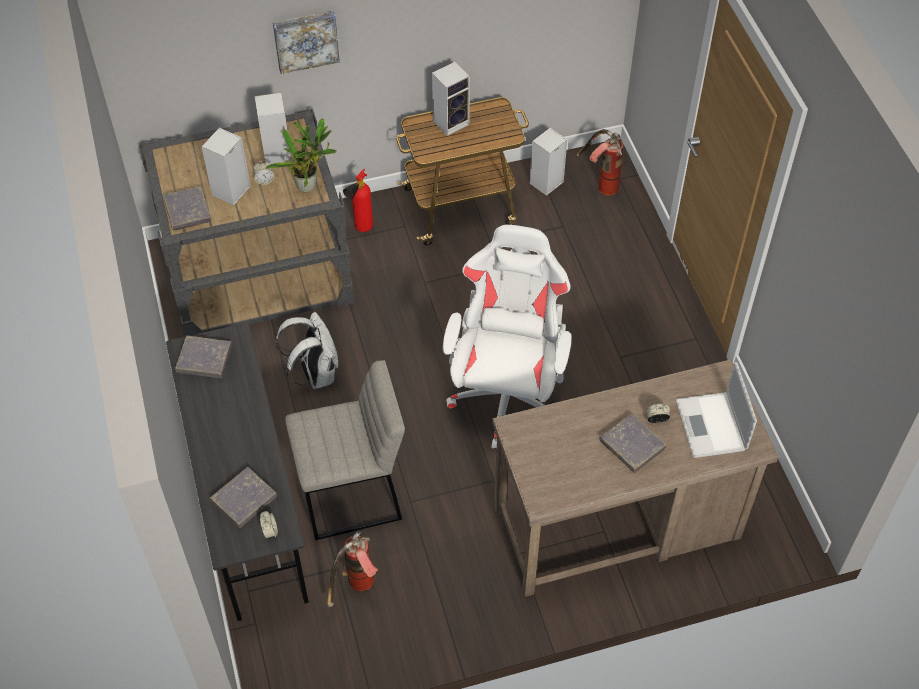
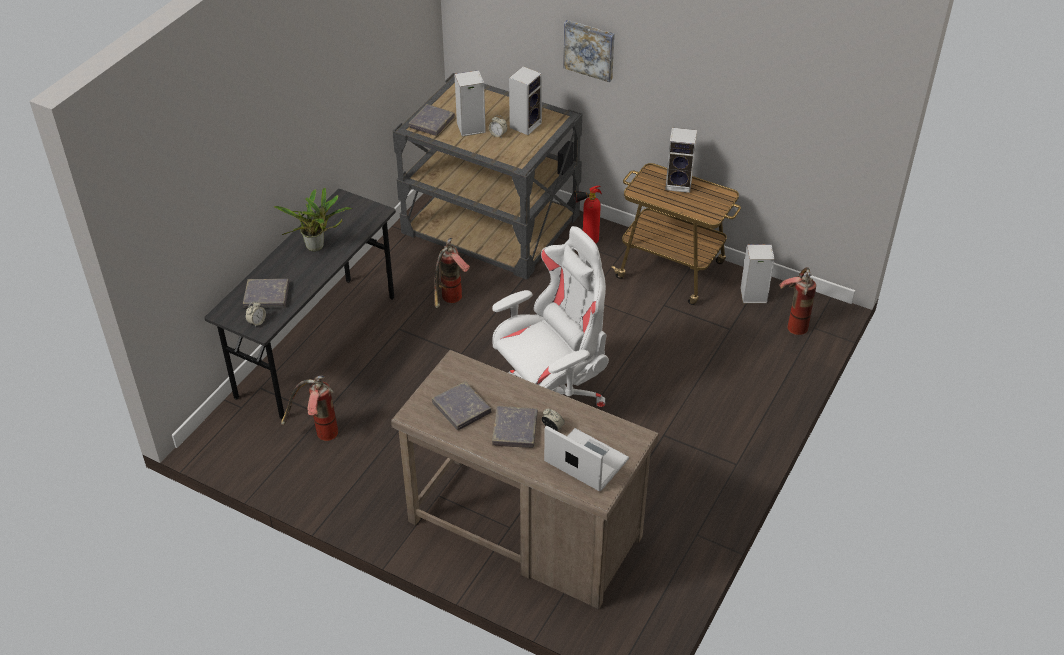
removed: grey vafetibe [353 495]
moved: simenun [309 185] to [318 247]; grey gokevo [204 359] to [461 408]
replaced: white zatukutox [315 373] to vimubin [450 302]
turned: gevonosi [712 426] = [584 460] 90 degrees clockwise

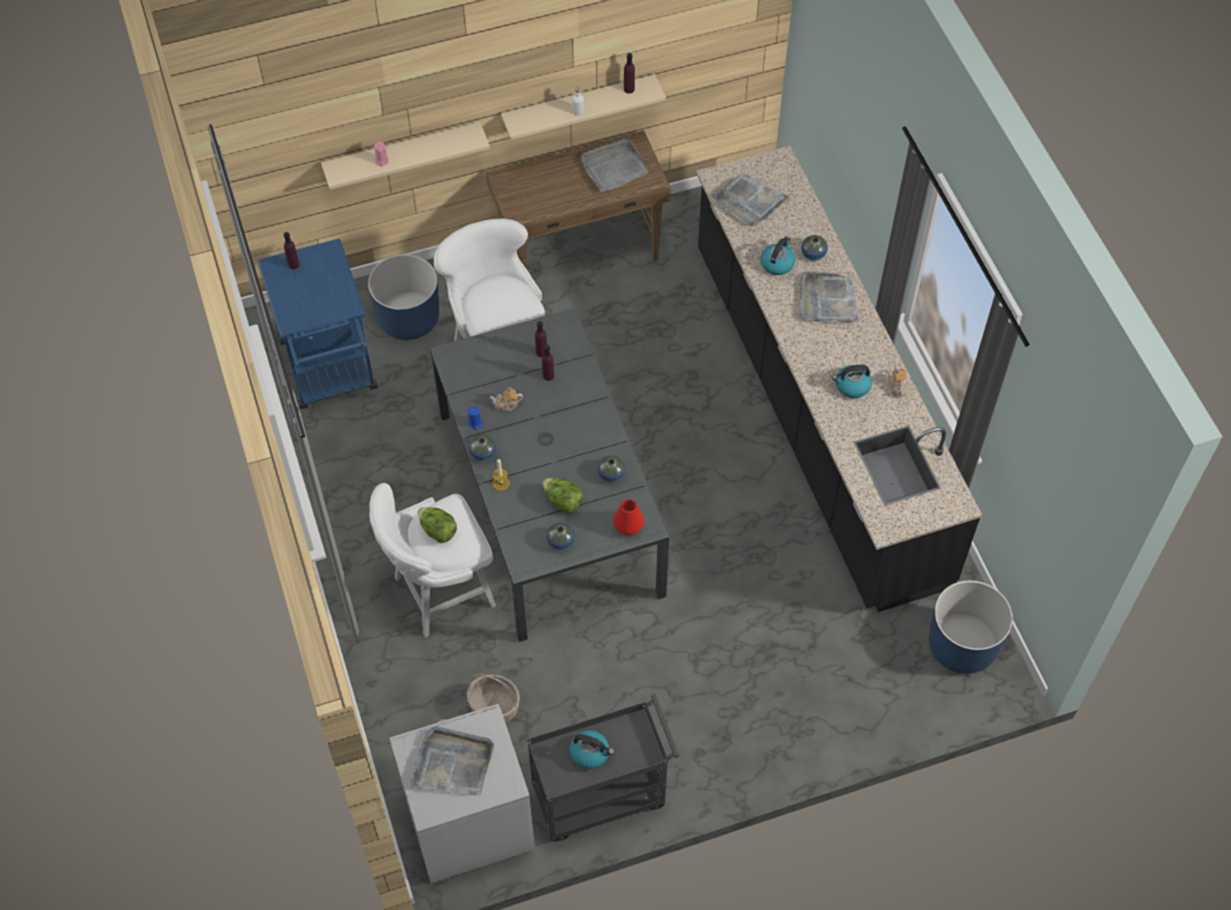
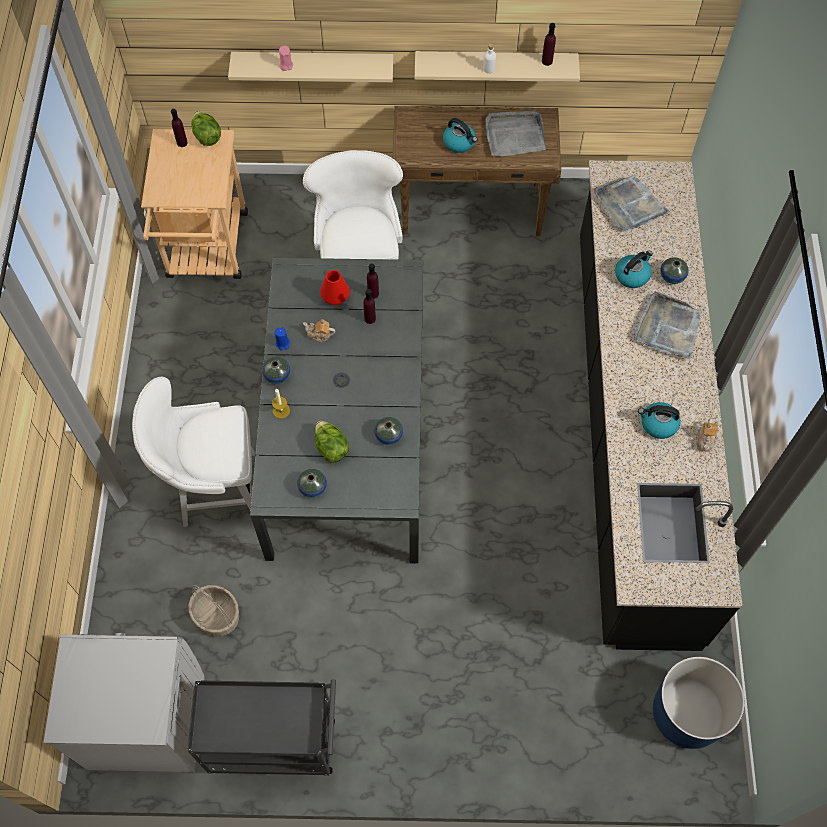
removed: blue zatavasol [408 318]; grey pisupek [452 764]
moved: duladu [438 531] to [207 136]; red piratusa [628 526] to [335 297]; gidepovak [590 753] to [459 143]
recoloured: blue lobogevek [331 372] to beige lobogevek [207 252]

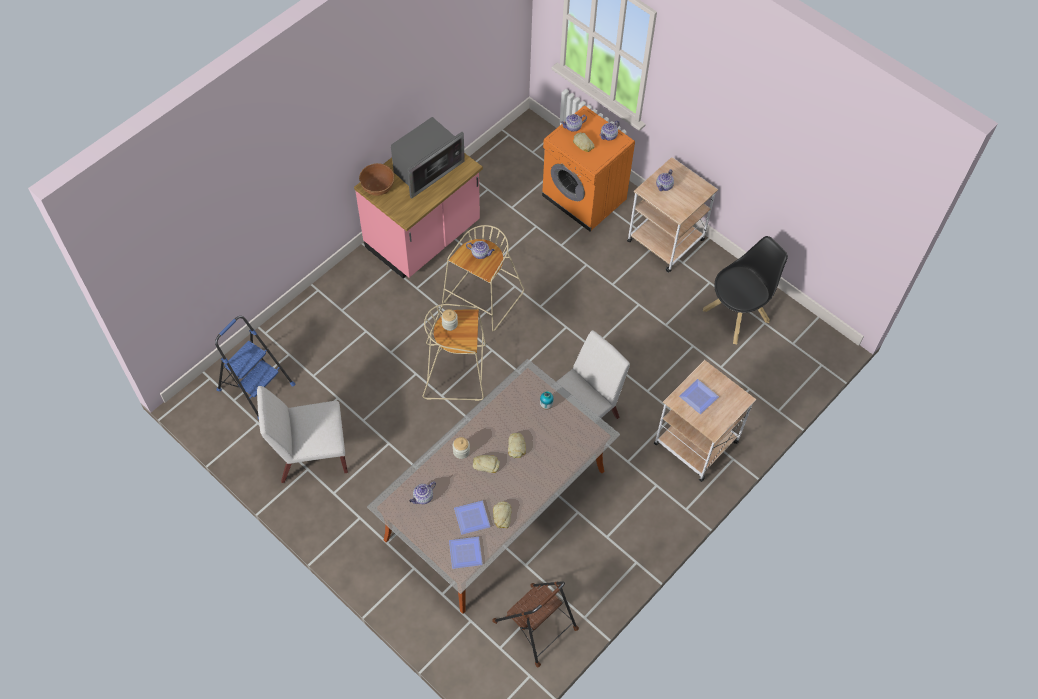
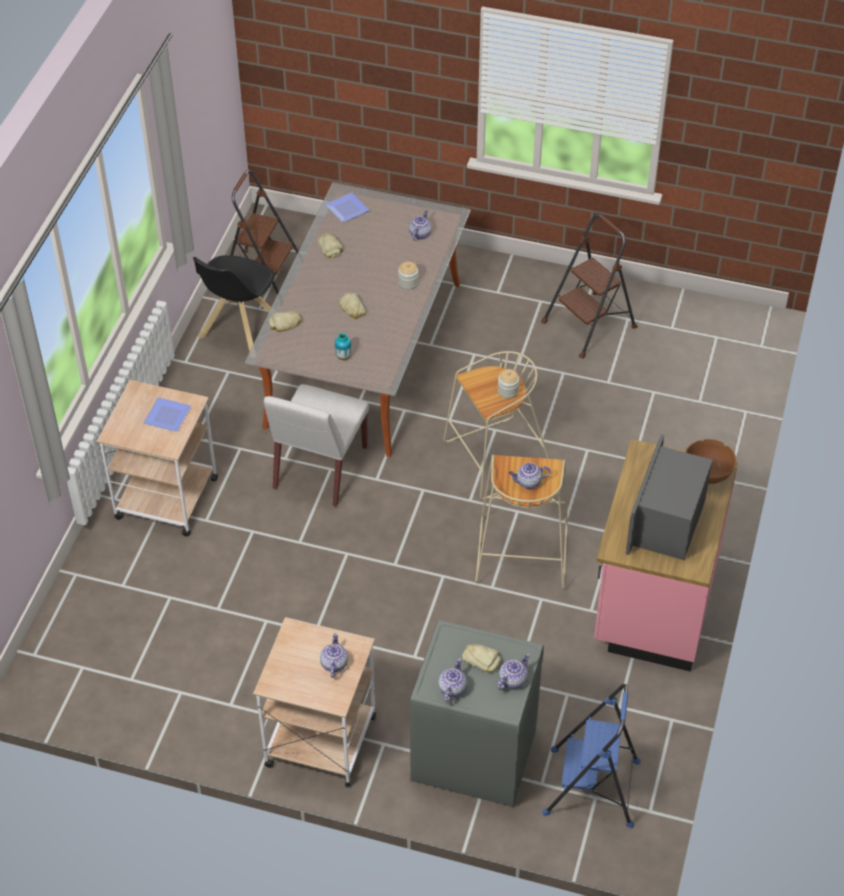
removed: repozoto [471 519]
moved: black vafetibe [737 314] to [239 330]; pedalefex [486 464] to [285 324]; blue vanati [254 385] to [595 787]
replaced: white vafetibe [311 454] to brown vanati [591 323]
recoloured: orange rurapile [583 199] to grey rurapile [474 752]

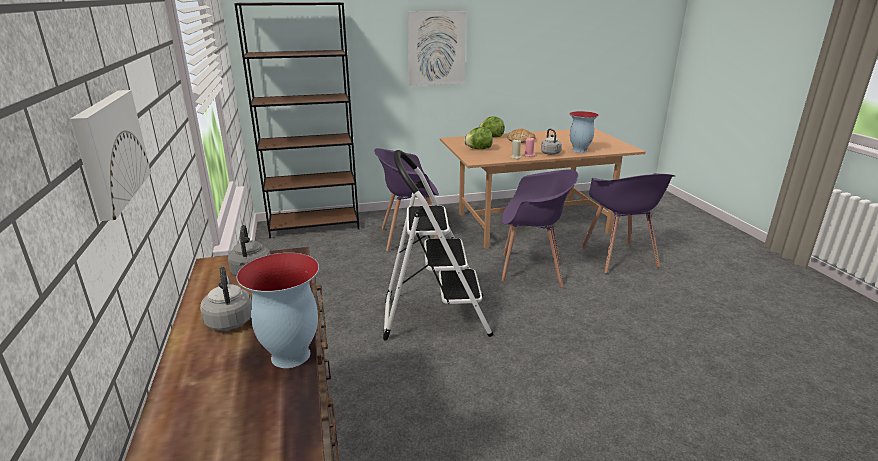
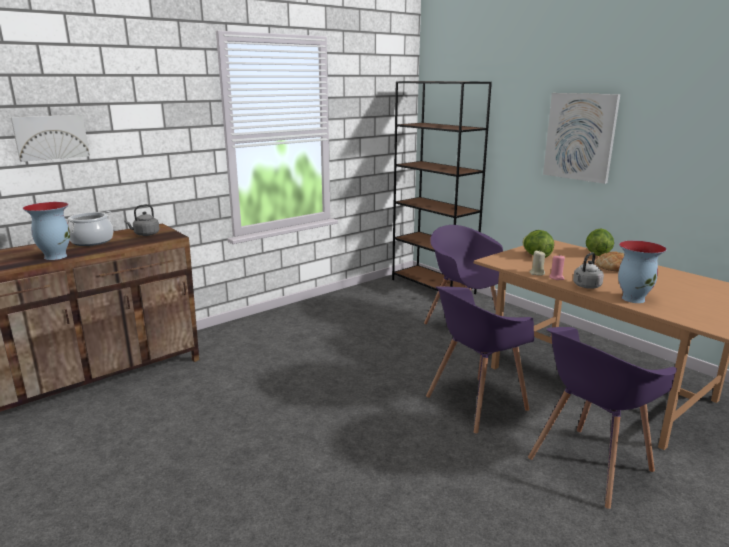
removed: vanati [432 316]
replaced: grey gidepovak [229 320] to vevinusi [92 241]
turned: purple vafetibe [532 270] = [475 404] 75 degrees clockwise

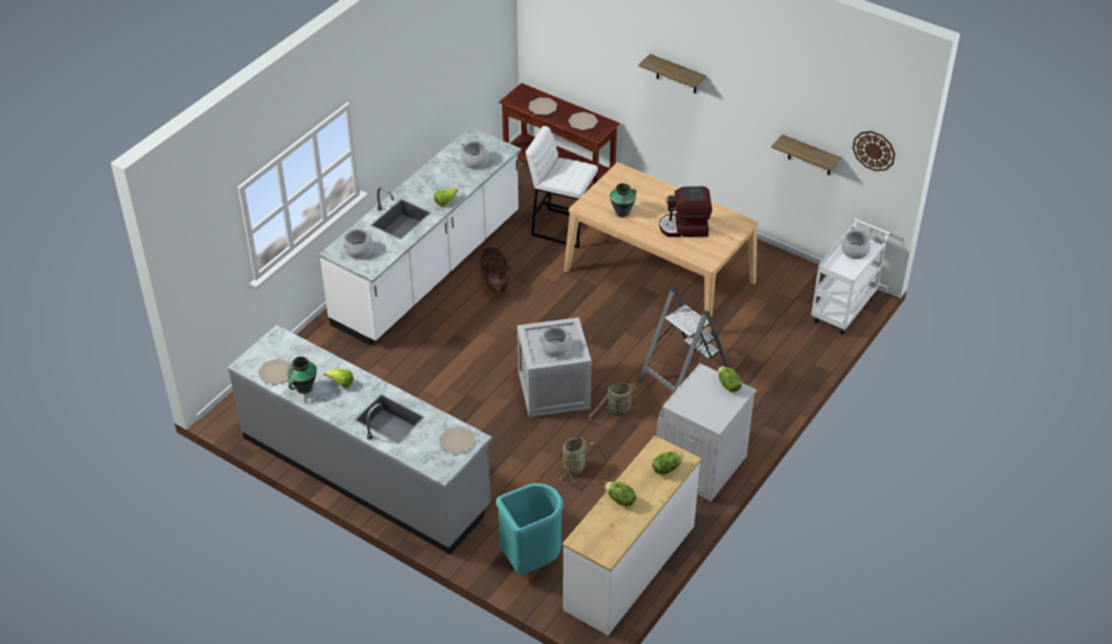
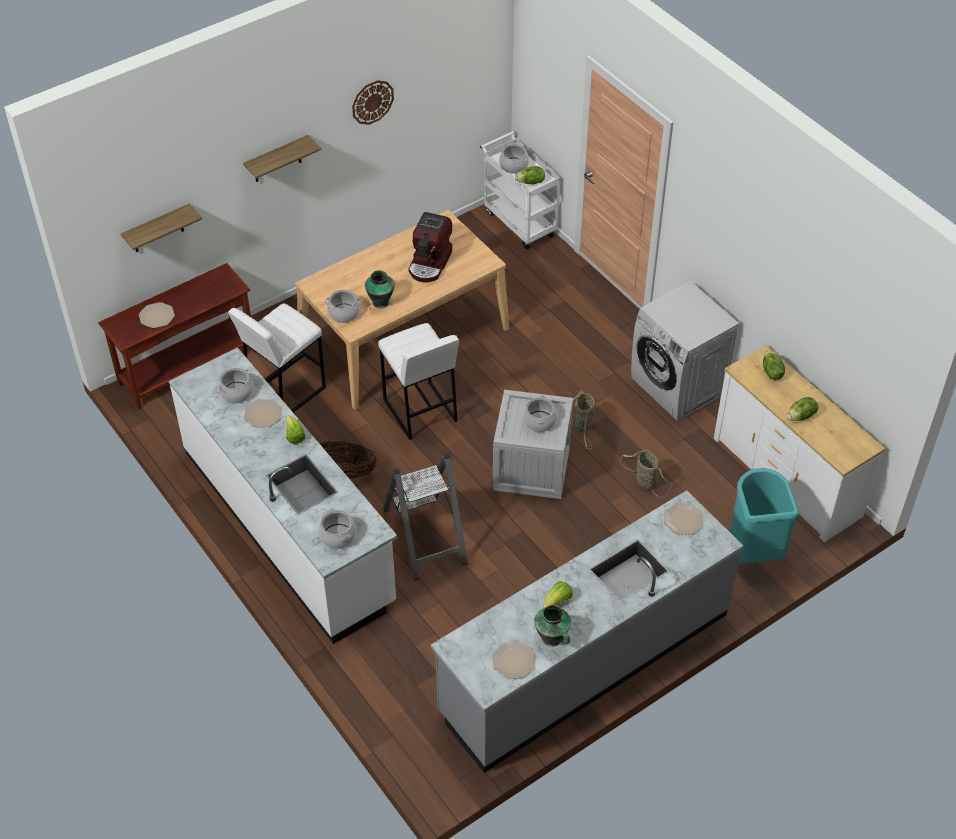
added: vevinusi [344 313]; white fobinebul [421 411]
moved: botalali [810 156] to [157 229]; repozoto [582 122] to [263 414]; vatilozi [874 150] to [372 102]; grey vanati [683 374] to [425 537]; duladu [728 385] to [530 182]

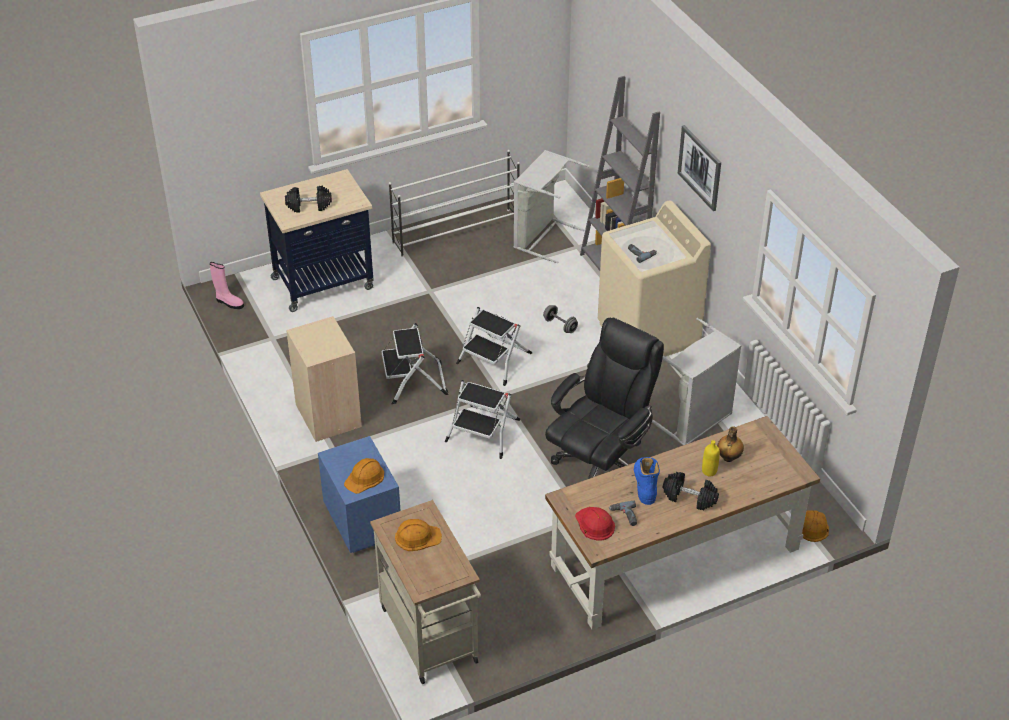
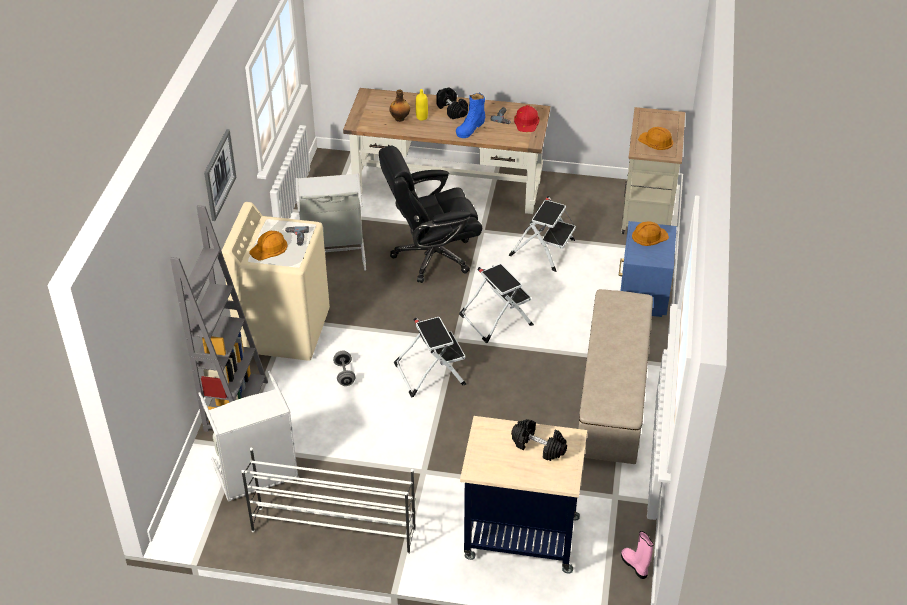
moved: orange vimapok [813 526] to [269 248]; vanati [414 380] to [543 249]
replaced: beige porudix [327 415] to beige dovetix [613 392]

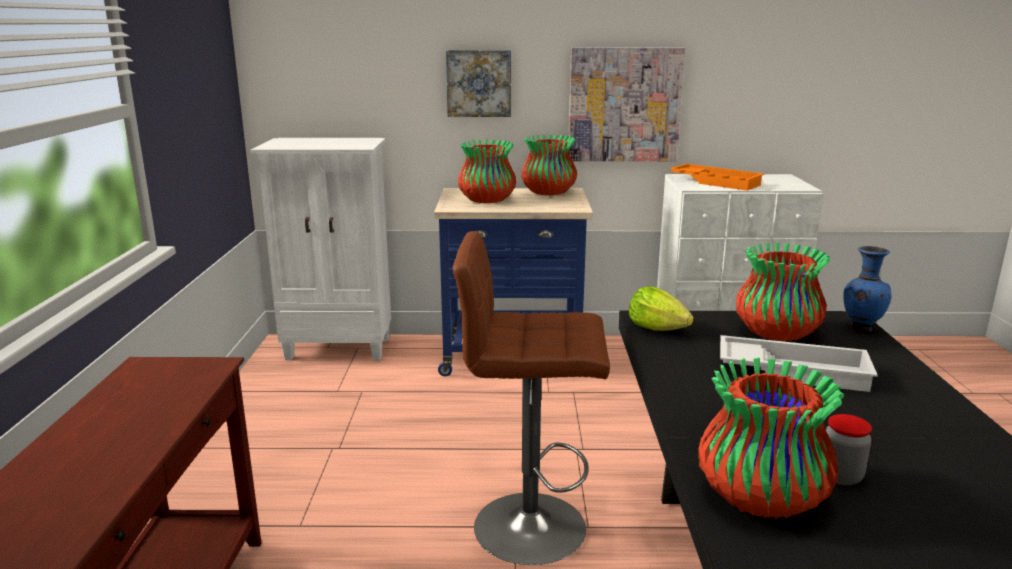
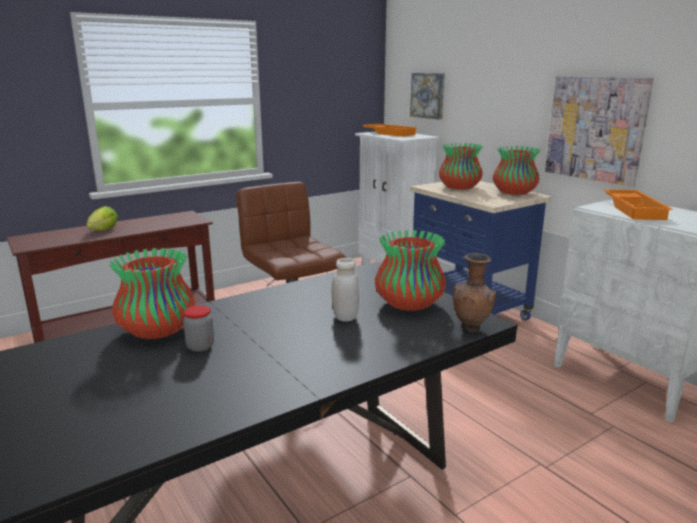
added: orange pisupek [390 133]
moved: duladu [657 328] to [104 230]; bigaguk [479 83] to [428 95]
replaced: white pisupek [793 371] to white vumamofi [345 317]
recoloured: blue piratusa [860 328] to brown piratusa [472 328]

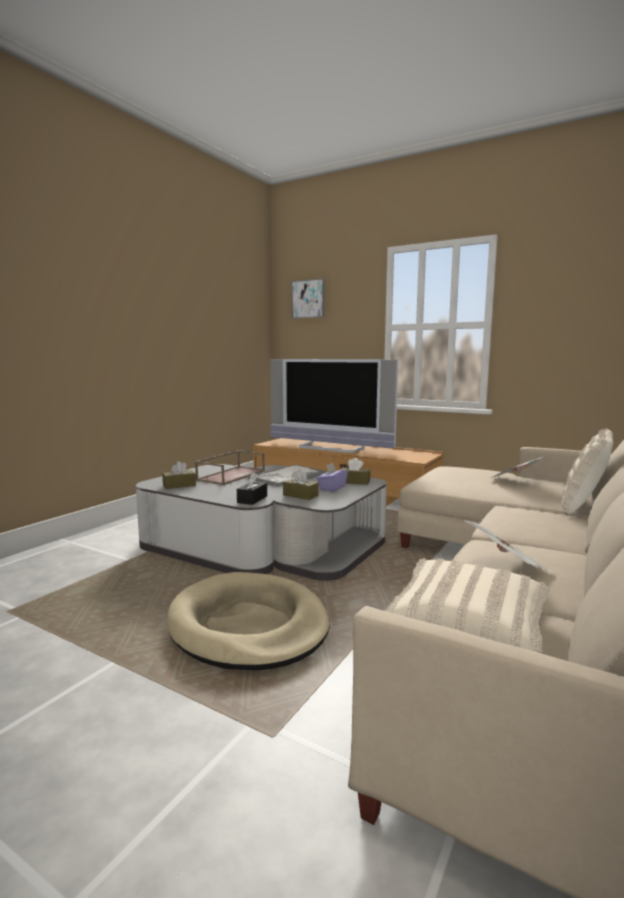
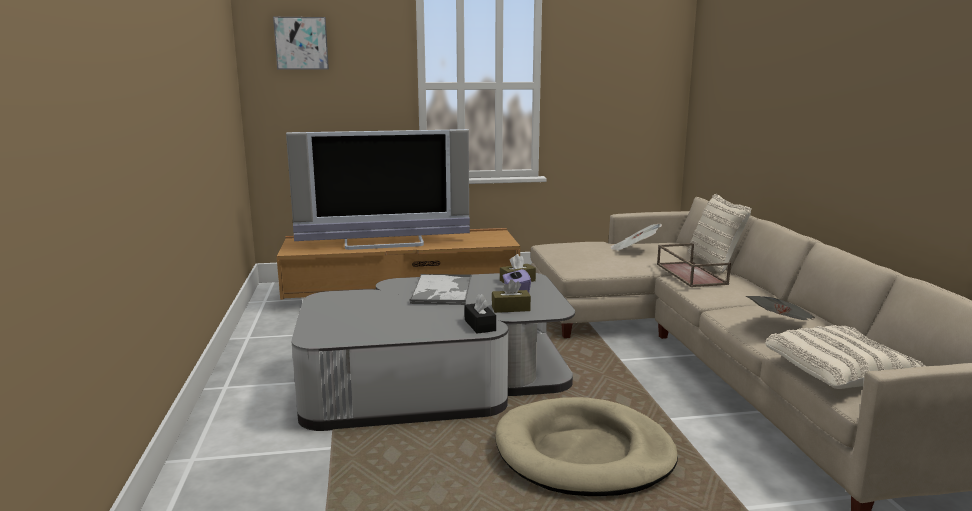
removed: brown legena [179 485]
moved: brown pisupek [231 475] to [689 274]

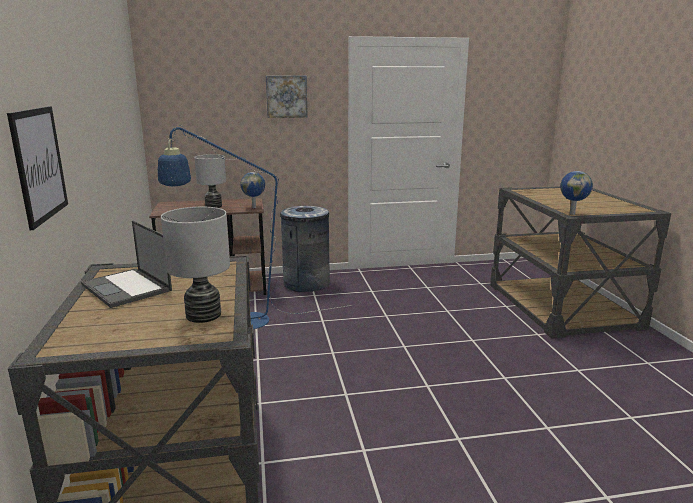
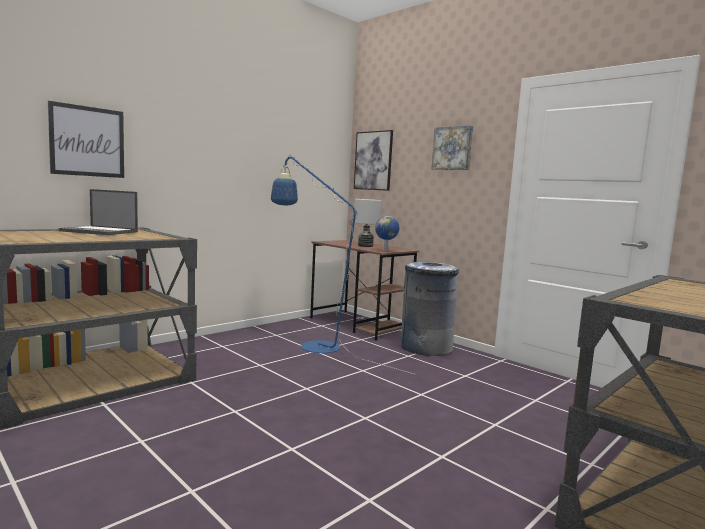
removed: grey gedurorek [203 315]; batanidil [572 213]
added: bigaguk [373 160]
turned: gevonosi [127 288] = [100 231] 90 degrees counterclockwise

